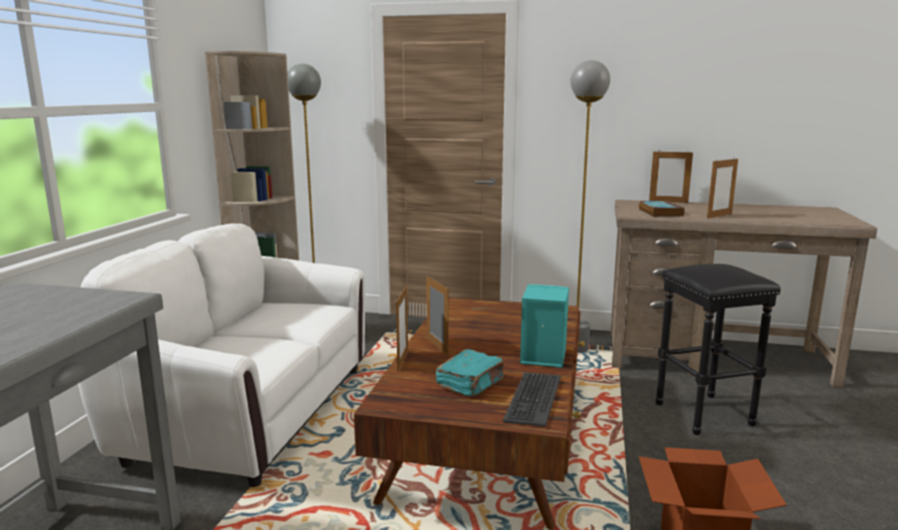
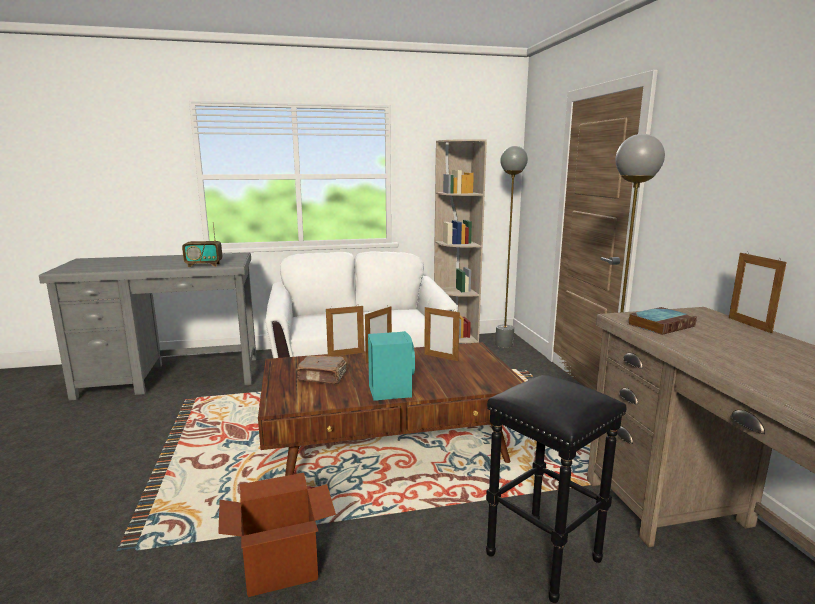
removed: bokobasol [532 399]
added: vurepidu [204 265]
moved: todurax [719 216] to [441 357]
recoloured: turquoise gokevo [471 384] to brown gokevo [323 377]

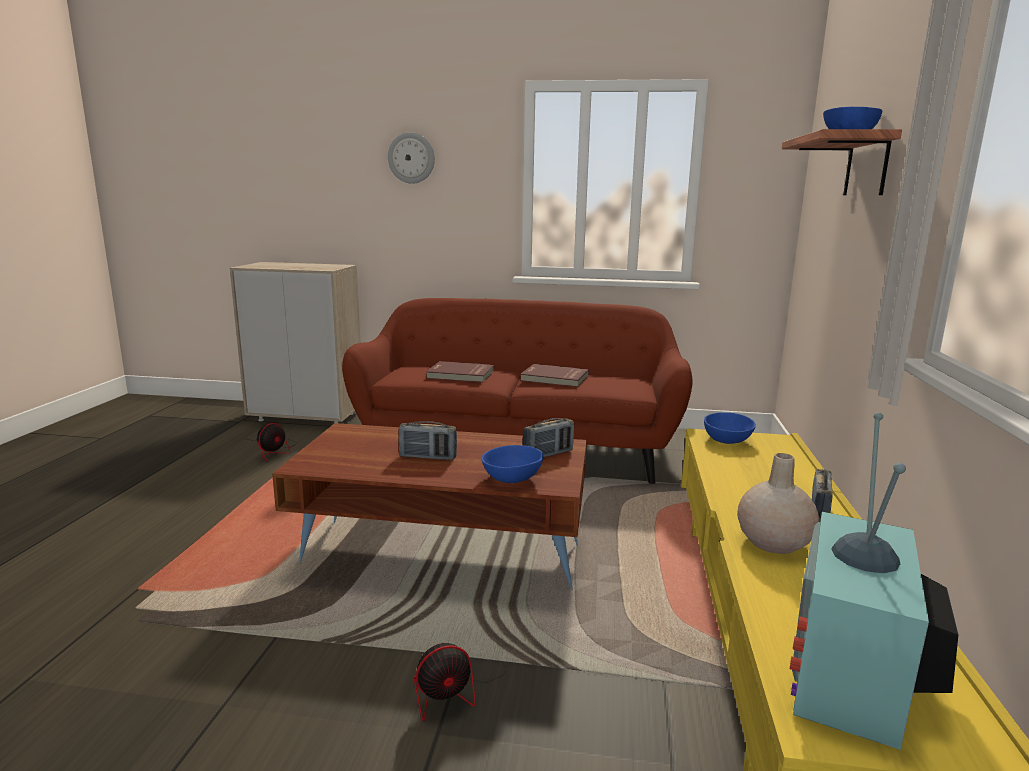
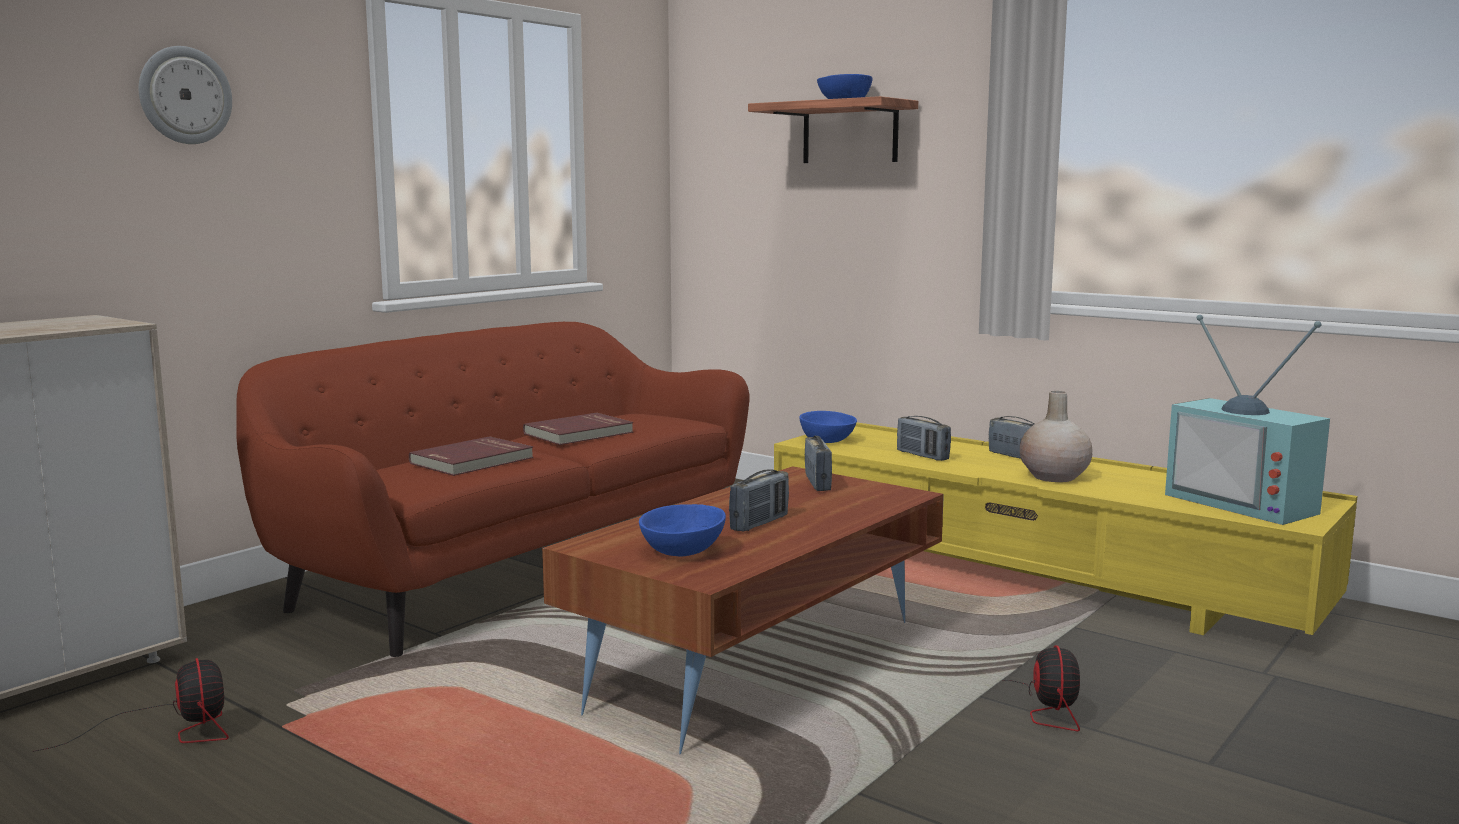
added: vurepidu [922 456]
moved: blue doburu [513 478] to [683 551]

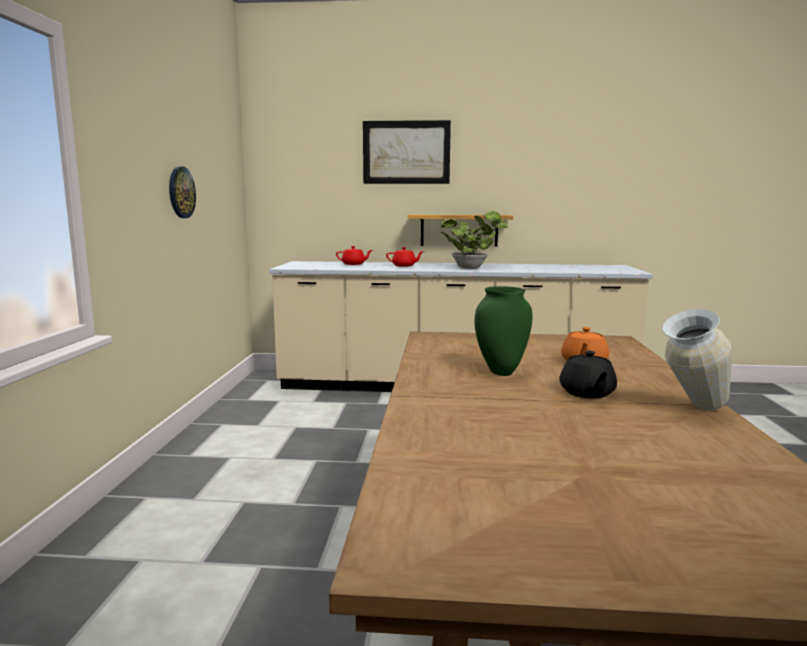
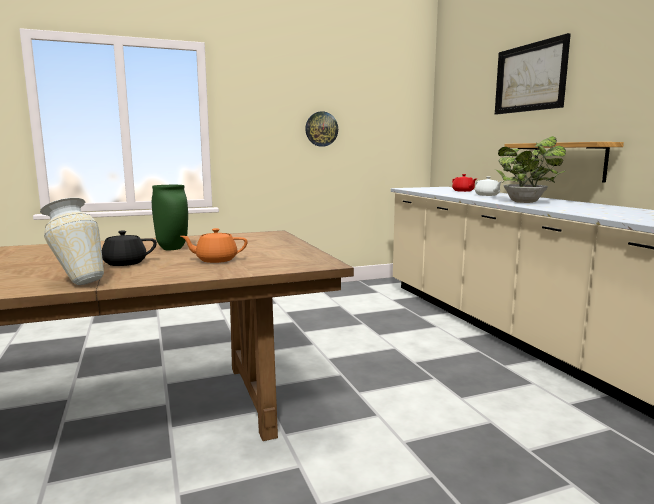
recoloured: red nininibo [404 266] to white nininibo [487 195]

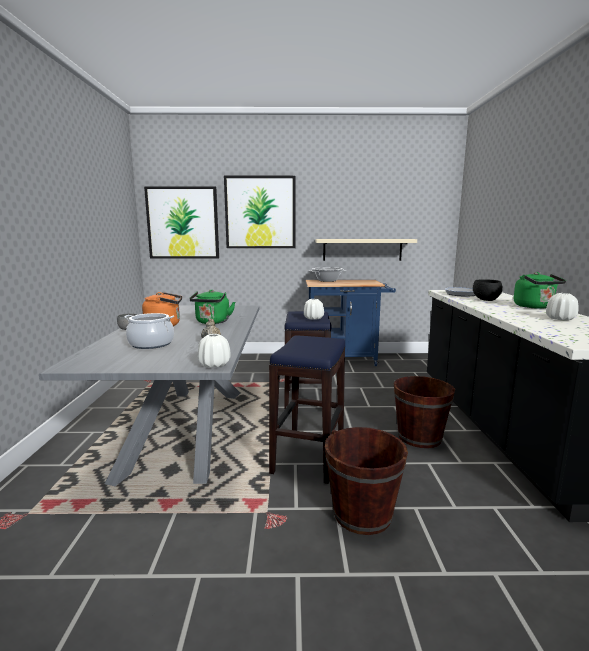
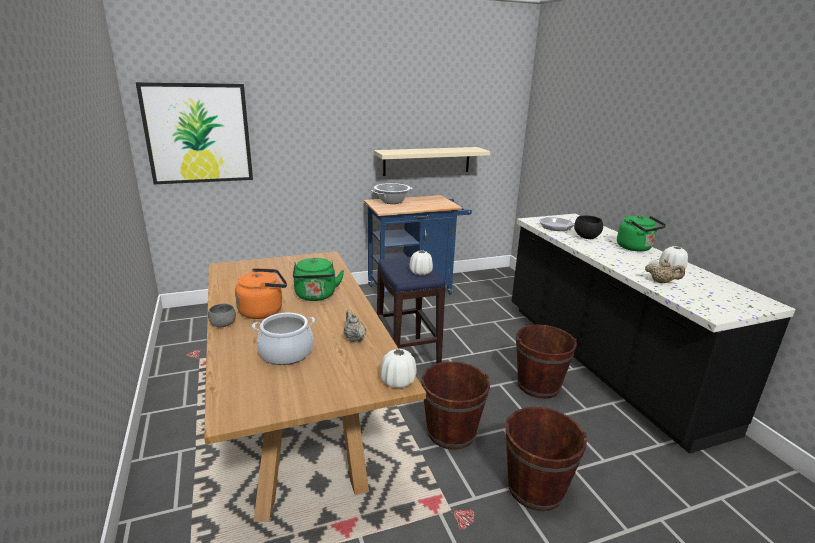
removed: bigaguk [260 212]
added: beige nininibo [661 282]
replaced: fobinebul [309 457] to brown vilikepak [451 432]
recoloured: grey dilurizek [189 428] to brown dilurizek [298 420]

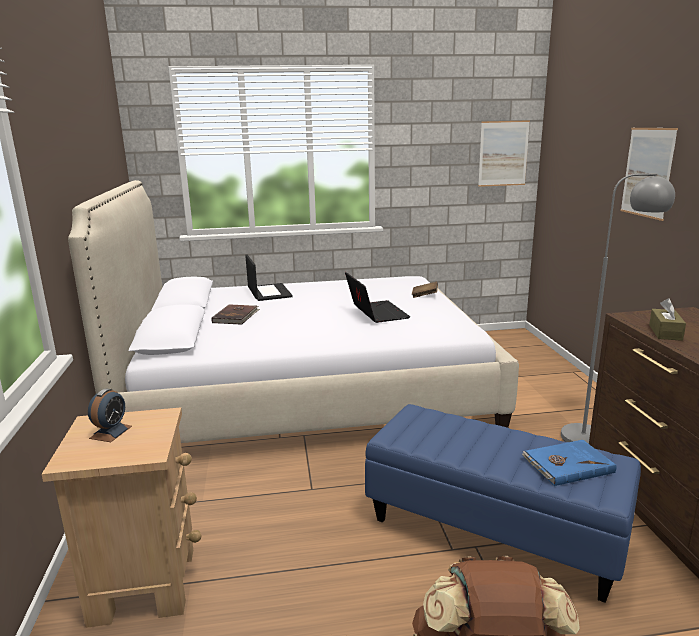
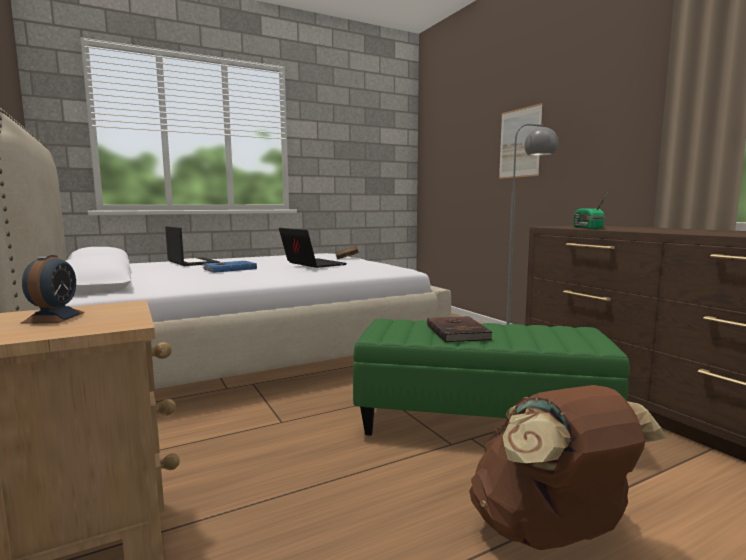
removed: bigaguk [503 153]
moved: blue gokevo [567 465] to [229 269]; brown gokevo [236 316] to [458 332]
replaced: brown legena [665 332] to vurepidu [587 228]
recoloured: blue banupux [493 532] to green banupux [479 425]

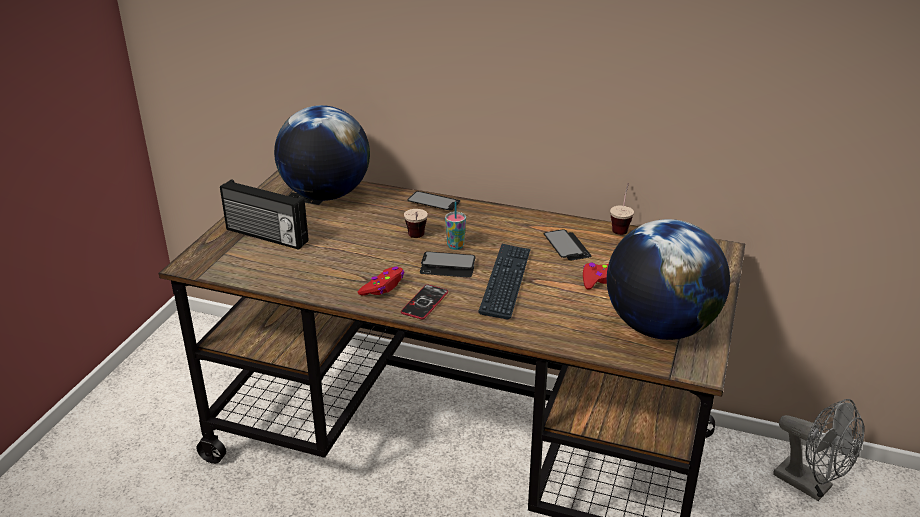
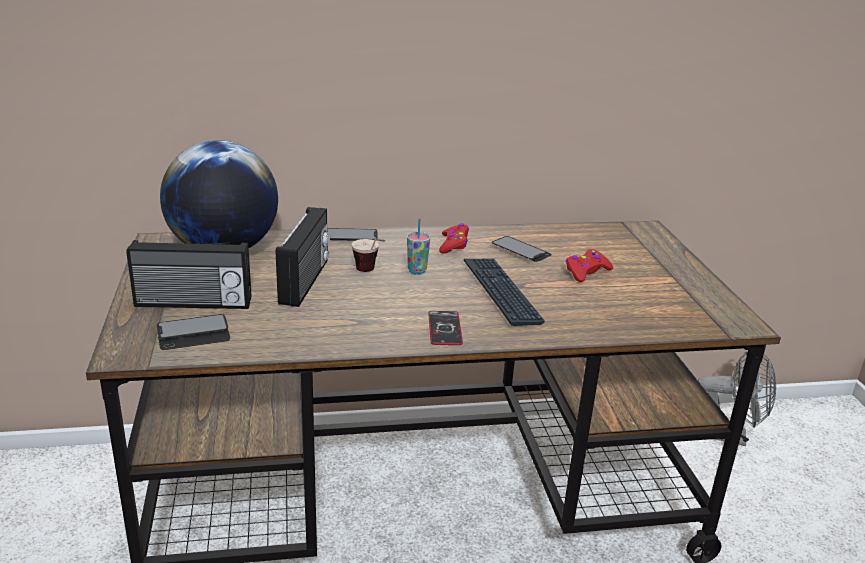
removed: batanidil [660 328]; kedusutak [621 226]
added: vurepidu [306 281]
moved: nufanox [447 266] to [193 334]; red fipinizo [383 287] to [454 244]

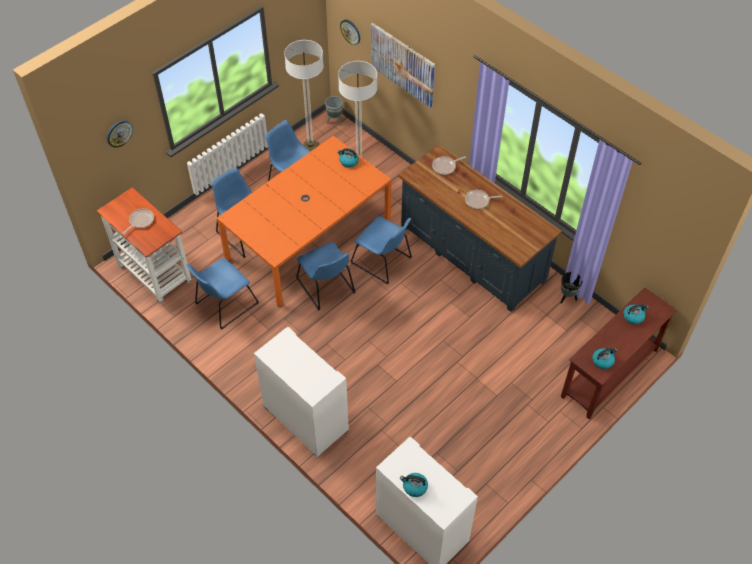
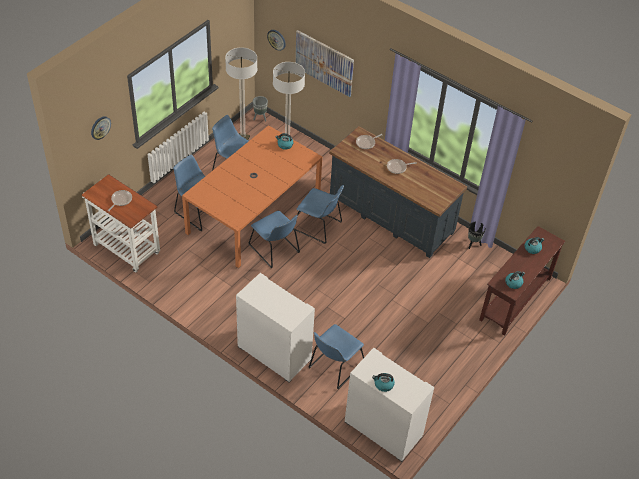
moved: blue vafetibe [224 305] to [334 367]

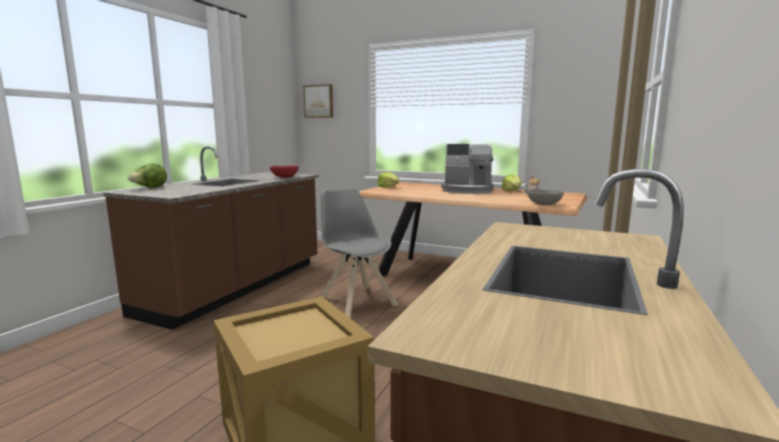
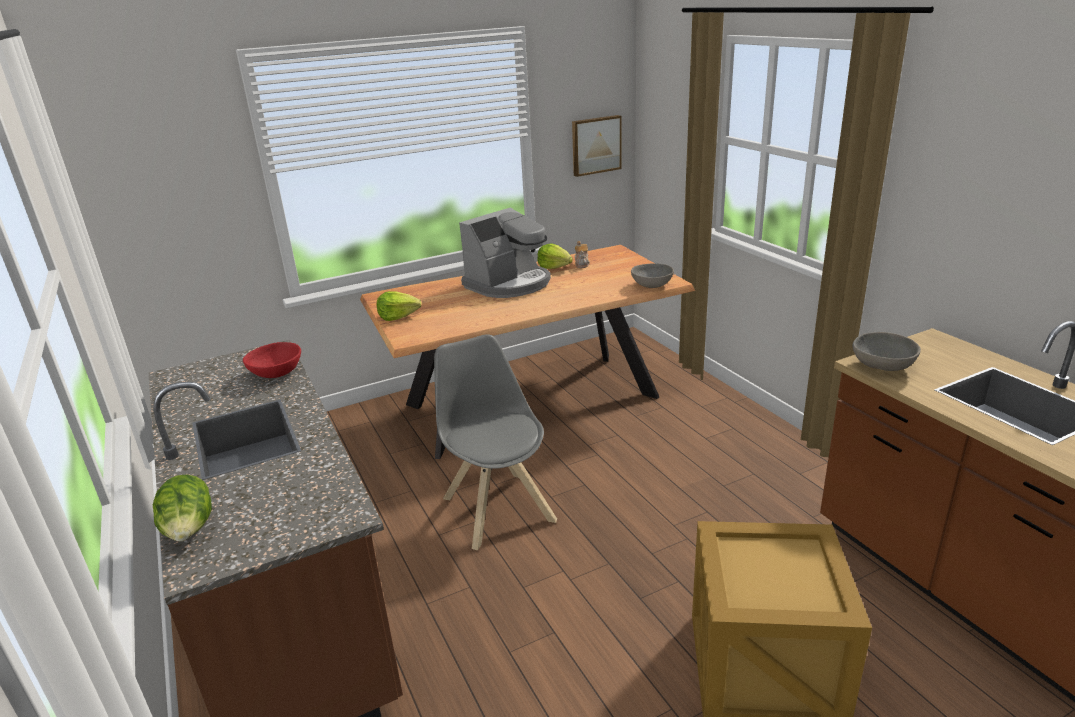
added: grey doburu [881 366]
moved: bigaguk [319 101] to [595 145]
turned: grey vafetibe [356 301] = [497 507] 60 degrees clockwise

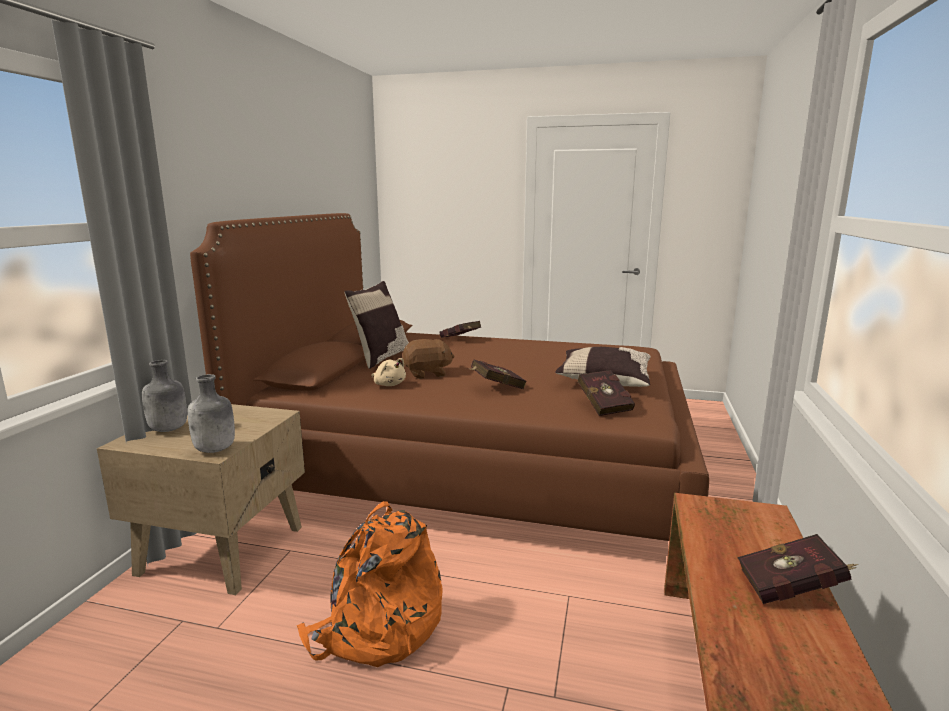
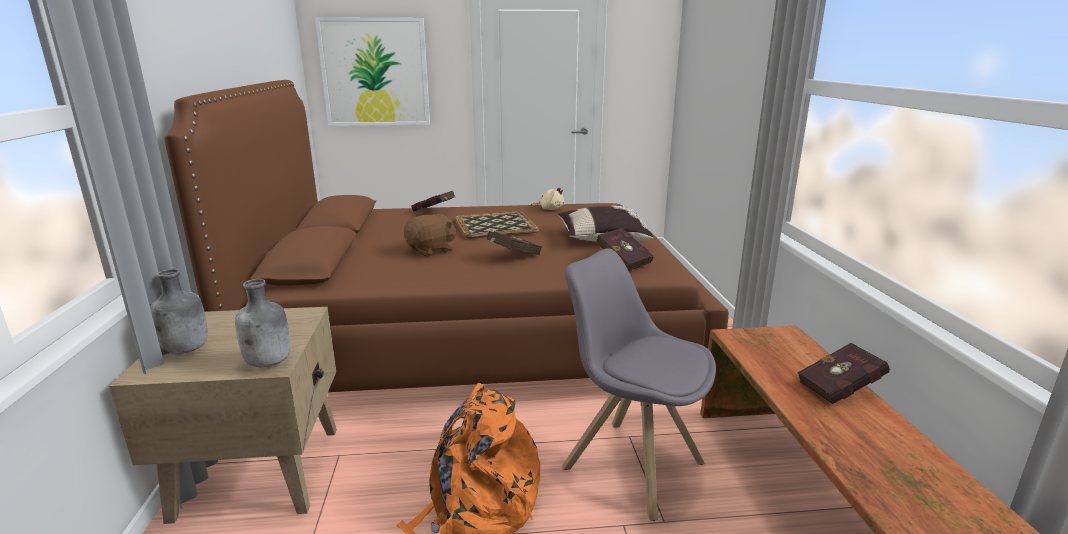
removed: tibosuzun [380 358]
added: bigaguk [375 72]; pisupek [496 225]; grey vafetibe [631 465]
moved: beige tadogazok [389 384] to [550 209]

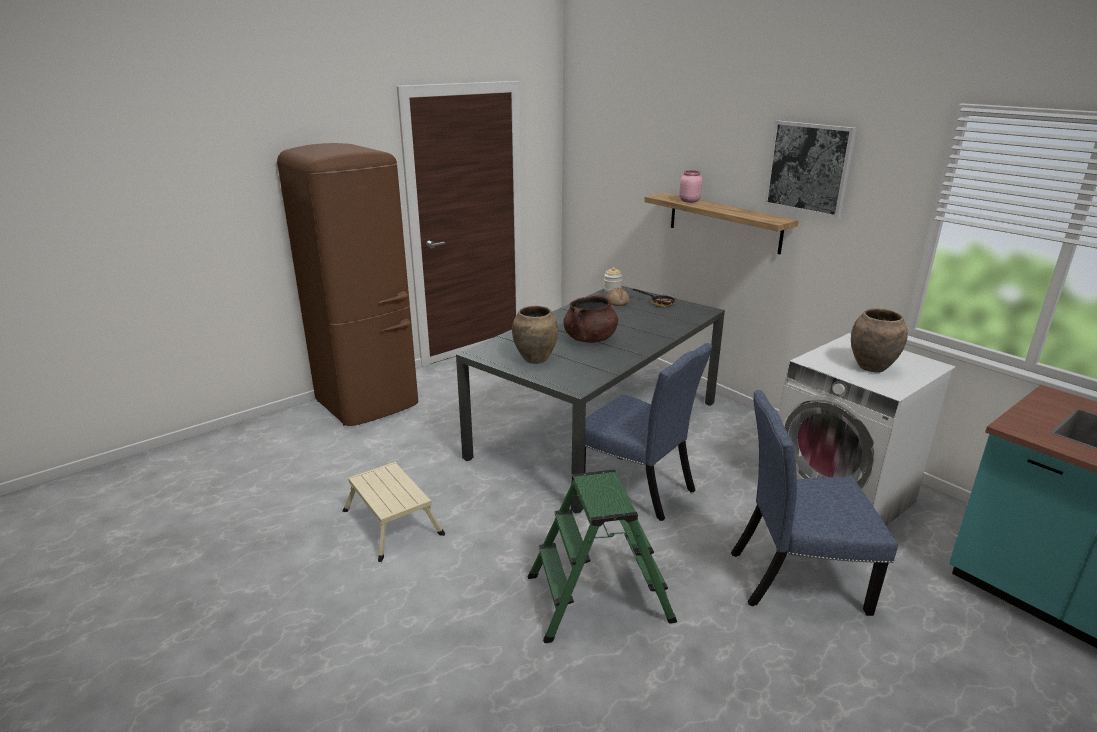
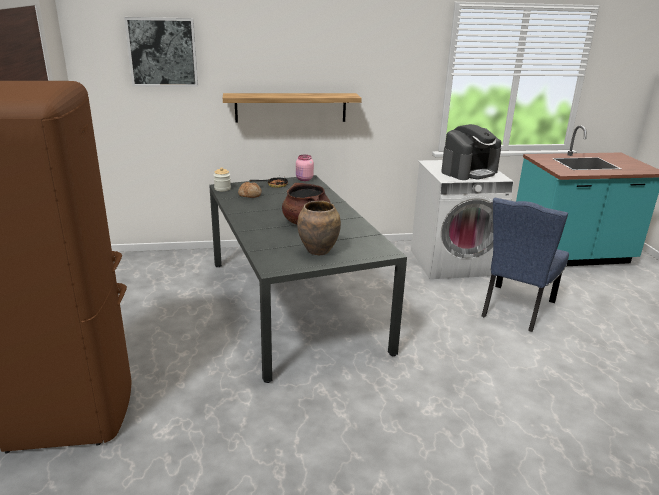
removed: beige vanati [392 522]; green vanati [599 598]; blue vafetibe [635 487]
moved: bigaguk [809 168] to [162 52]; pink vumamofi [689 201] to [304 179]
replaced: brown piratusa [872 367] to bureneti [469 172]

